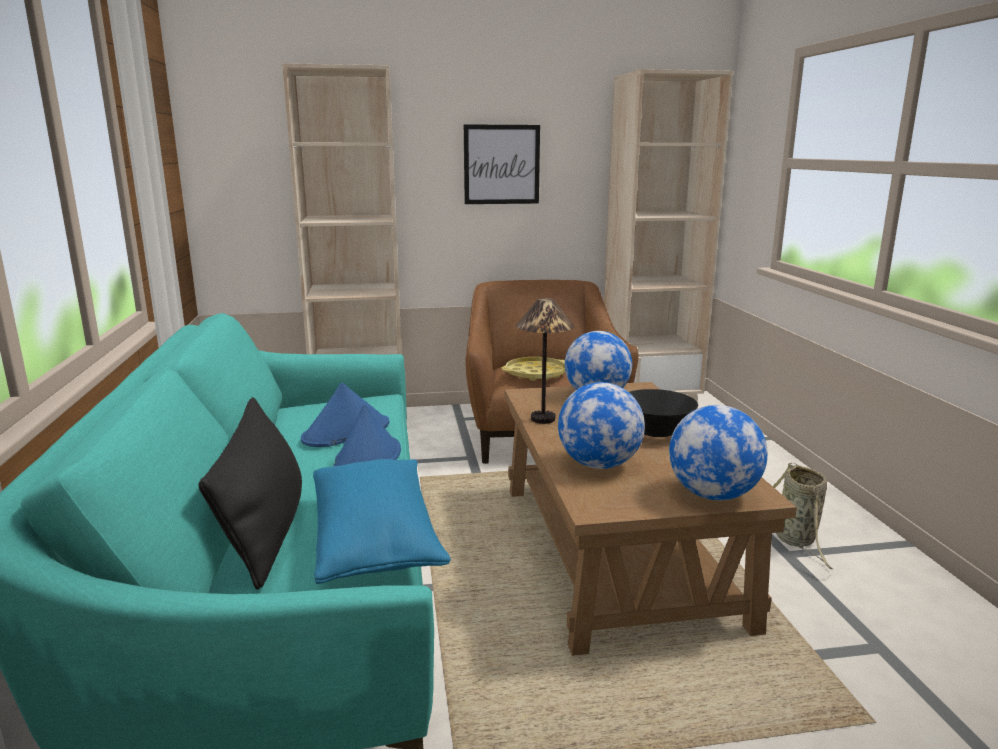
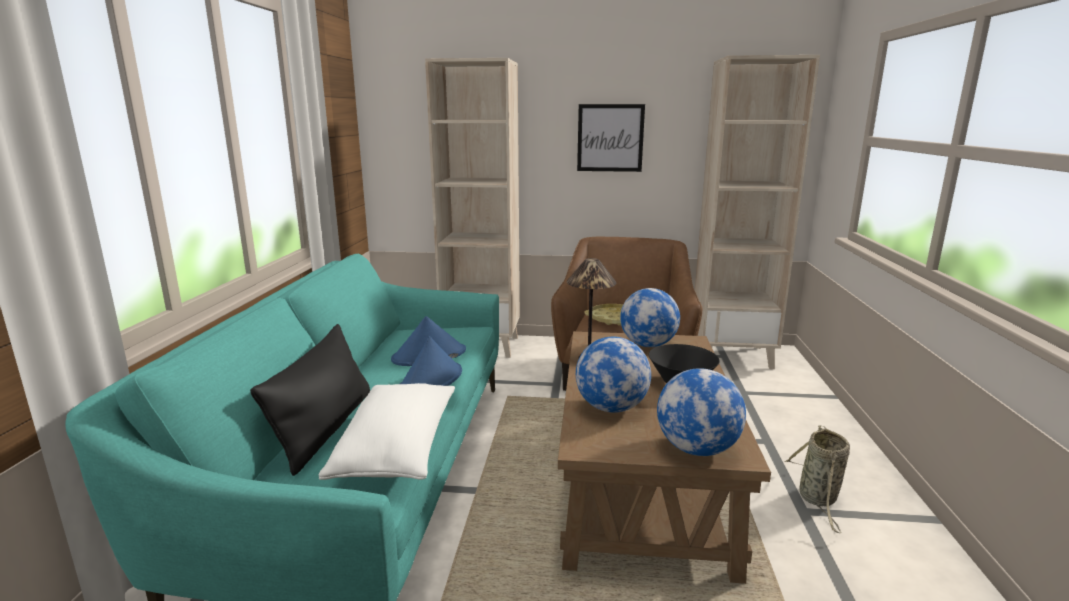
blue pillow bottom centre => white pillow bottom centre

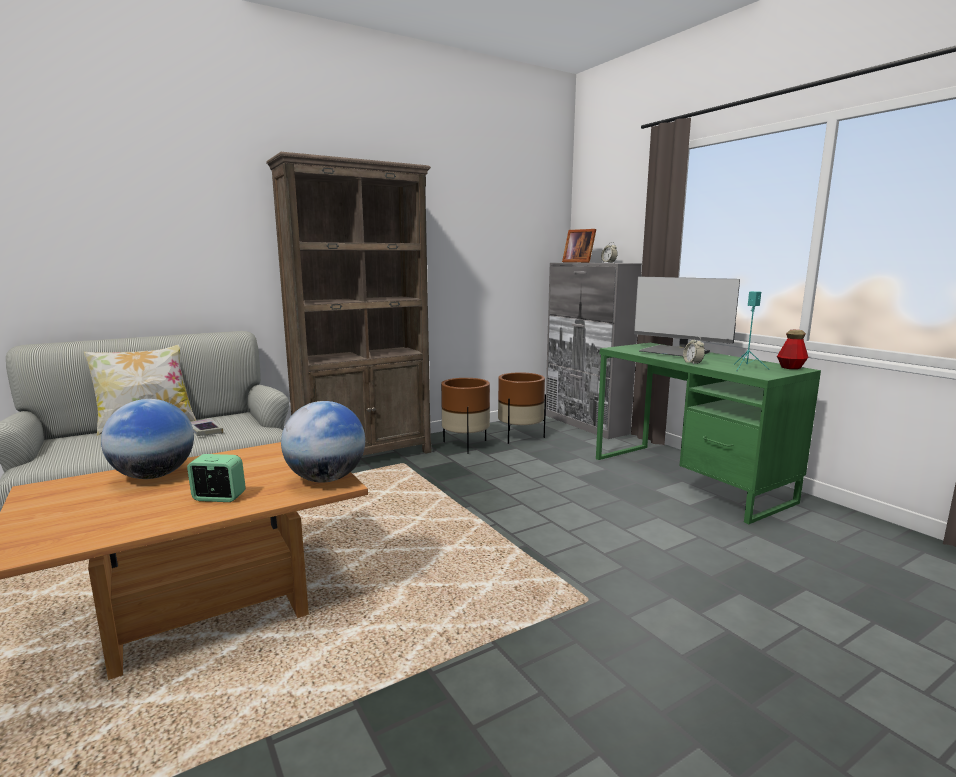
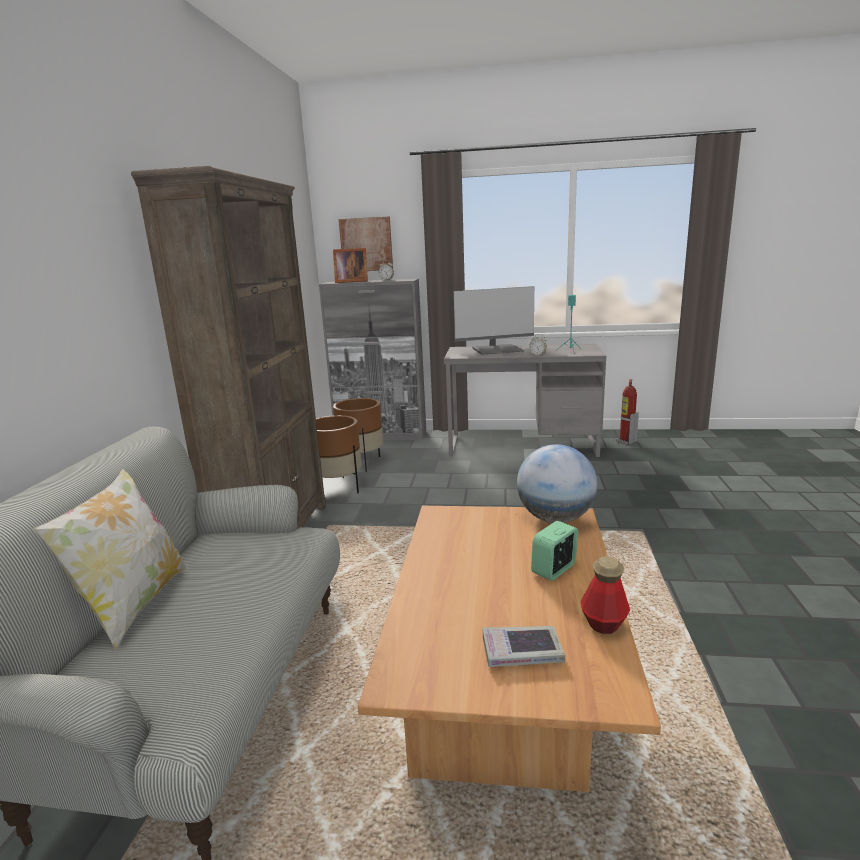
globe (1st from left) middle left => nothing
nothing => picture top centre
nothing => fire extinguisher middle right
book middle left => book bottom centre, moved
bottle middle right => bottle bottom right, moved
green desk middle right => grey desk centre

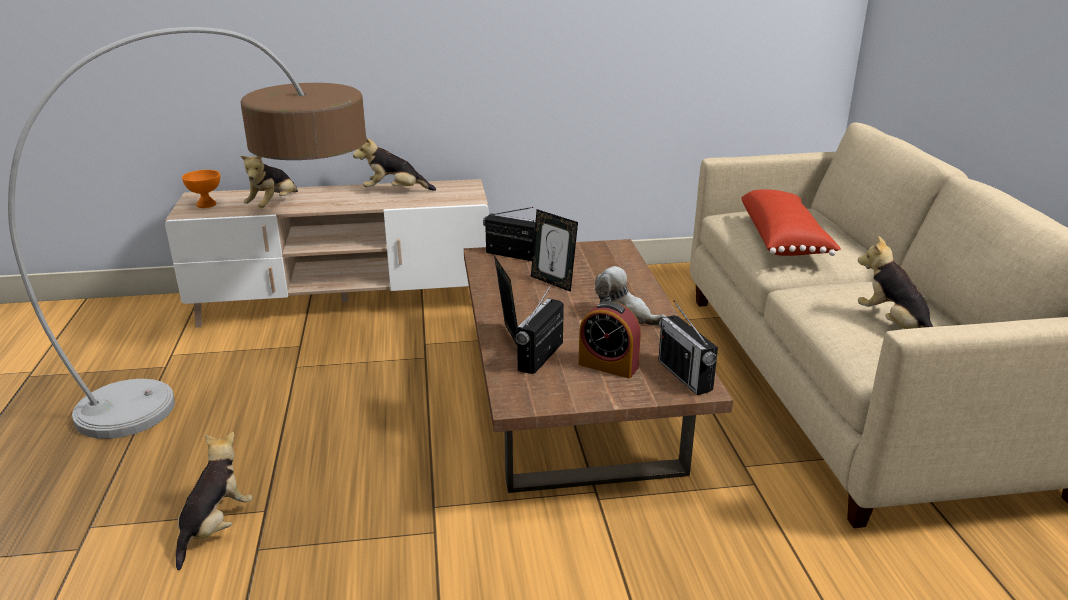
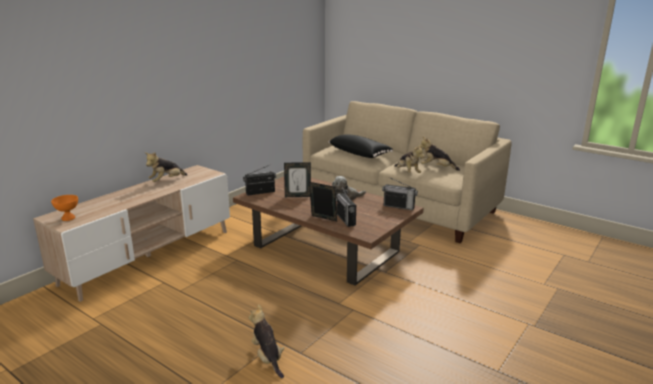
floor lamp middle left => nothing
alarm clock centre => nothing
plush toy (2nd from left in the first image) top left => plush toy (4th from left) centre, moved
red pillow middle right => black pillow centre

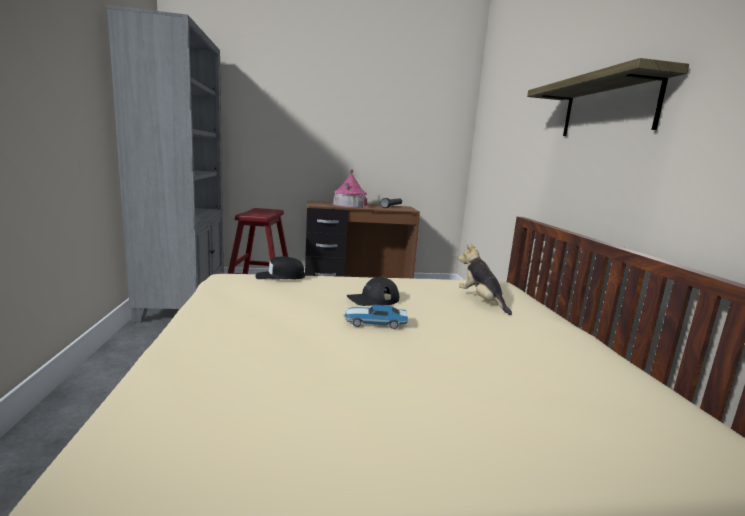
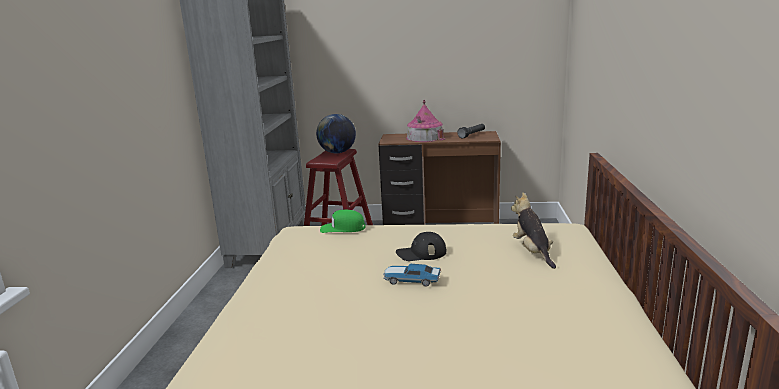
shelf top right => nothing
nothing => globe centre
black cap (1st from left) centre => green cap centre

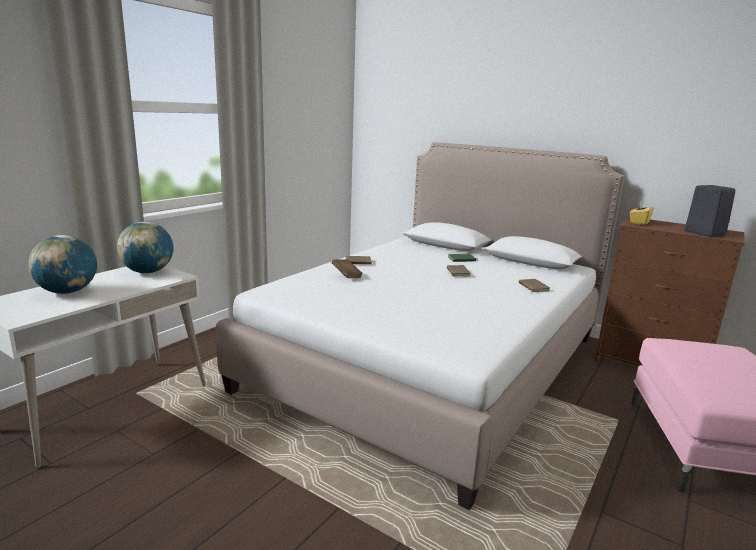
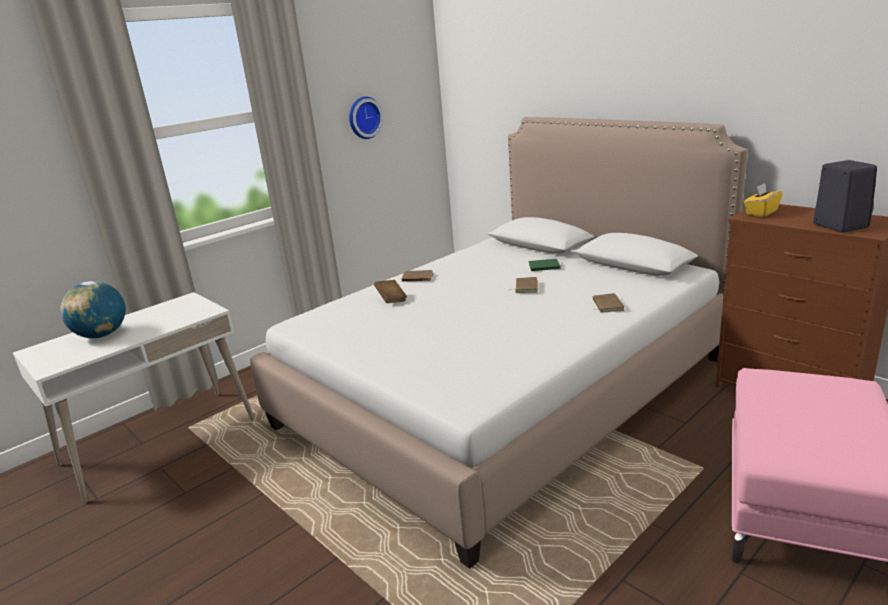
globe (2nd from left) middle left => nothing
nothing => wall clock top centre

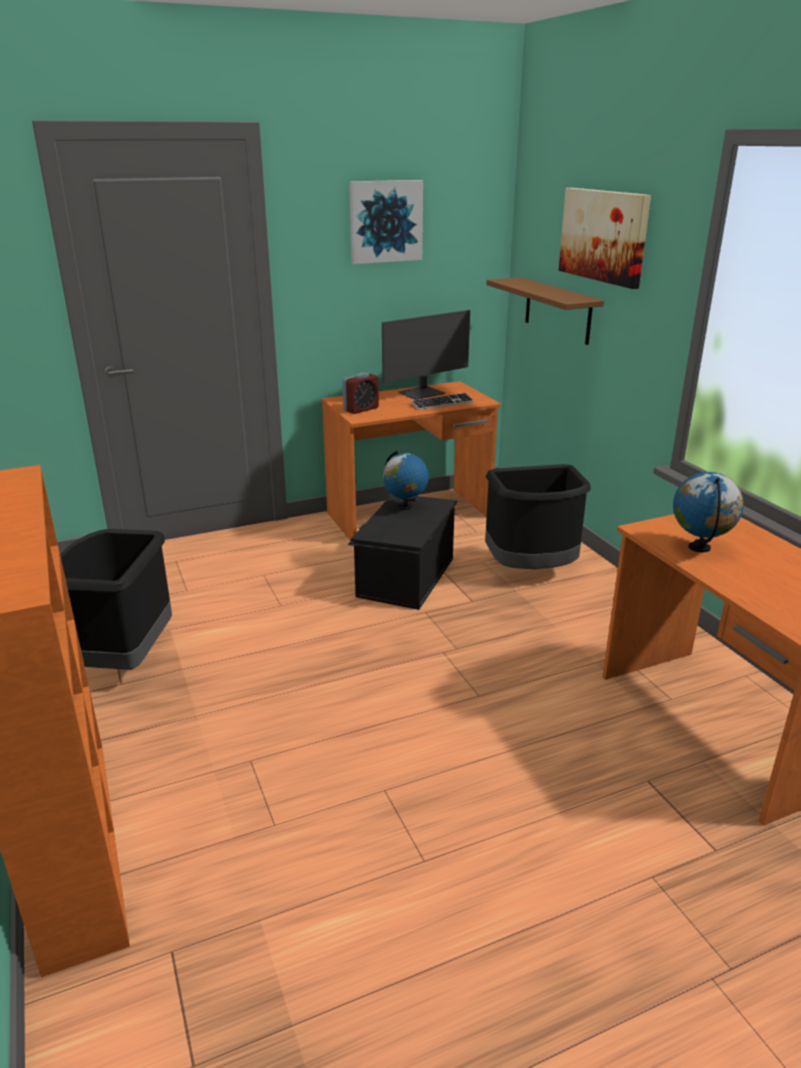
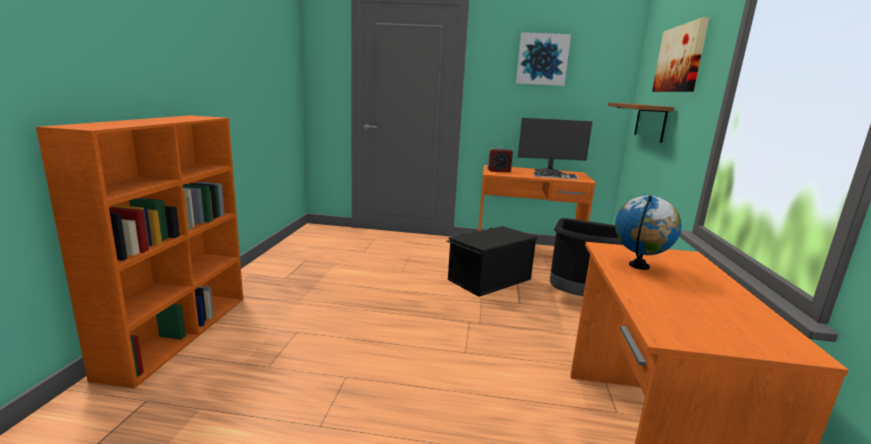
black trash can (1st from left) middle left => nothing
globe (1st from left) centre => nothing

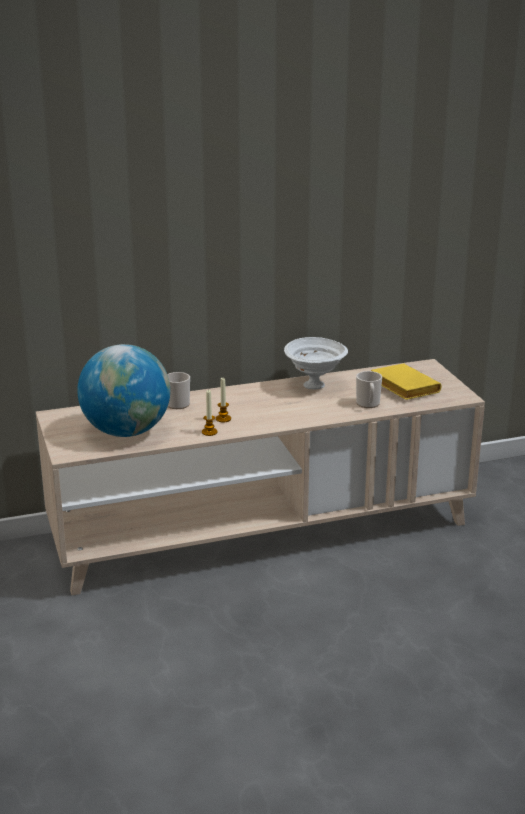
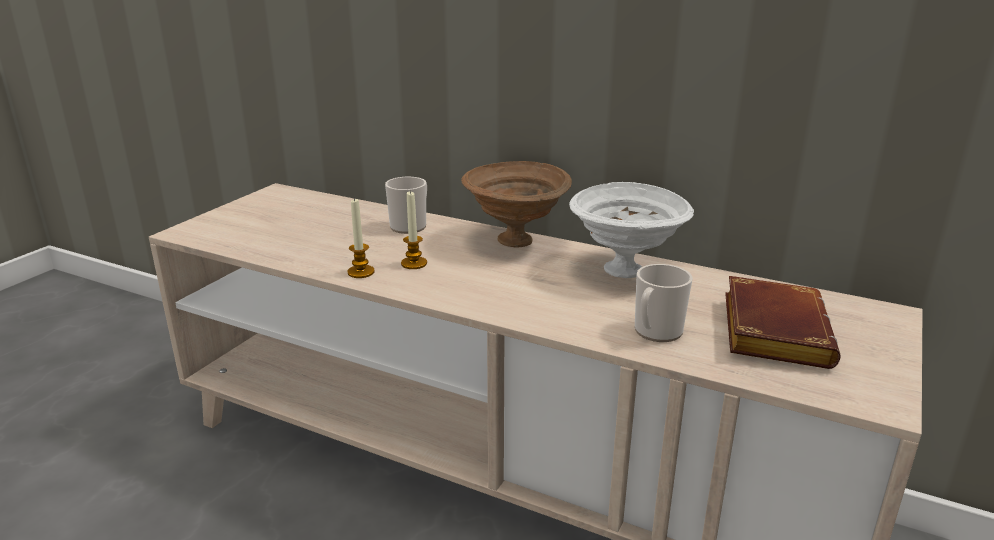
globe middle left => nothing
nothing => brown bowl centre
yellow book middle right => brown book middle right

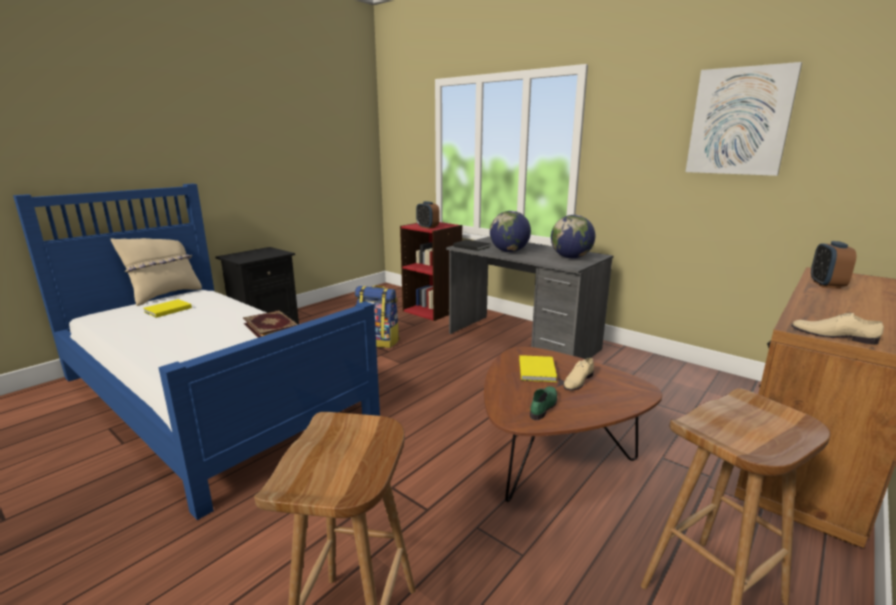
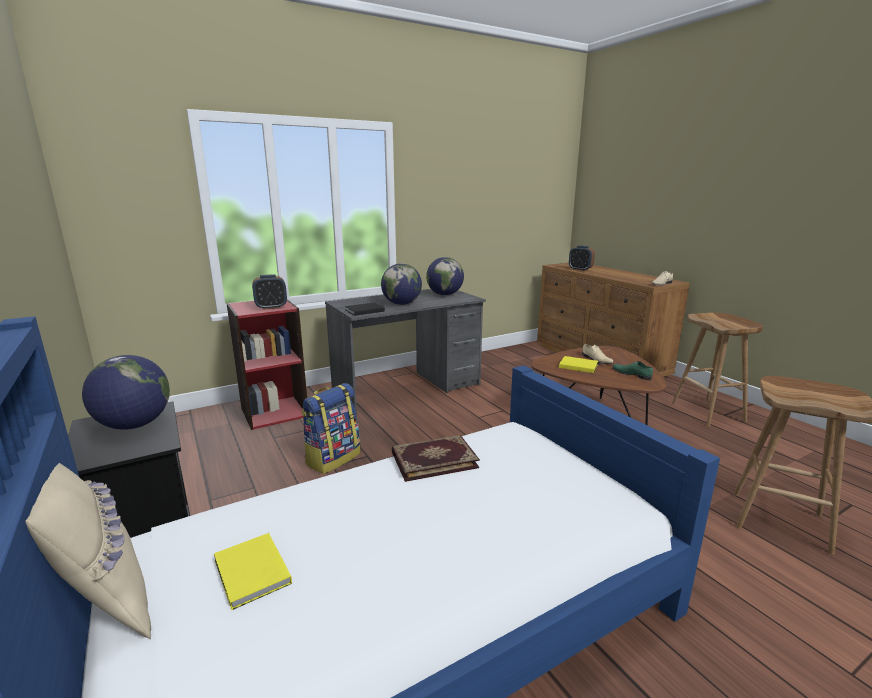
picture top right => nothing
nothing => globe (1st from left) middle left

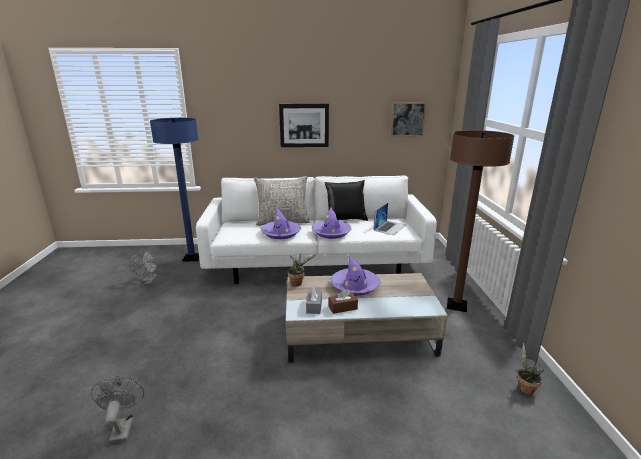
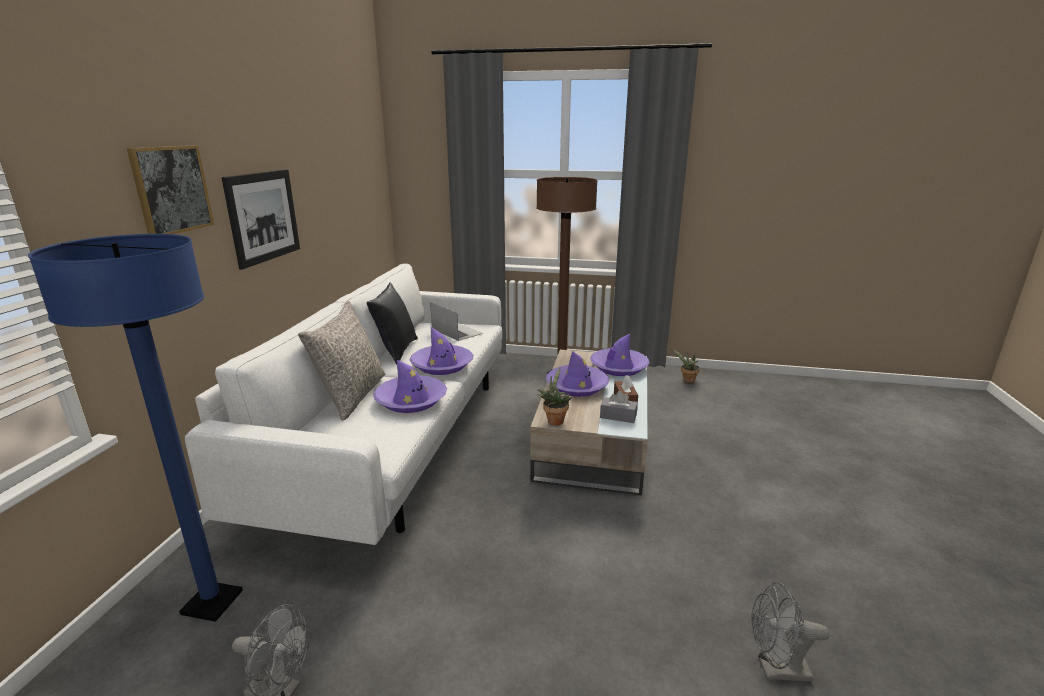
nothing => purple hat (4th from left) centre
picture (2nd from left in the first image) top centre => picture (1st from left) top left, moved

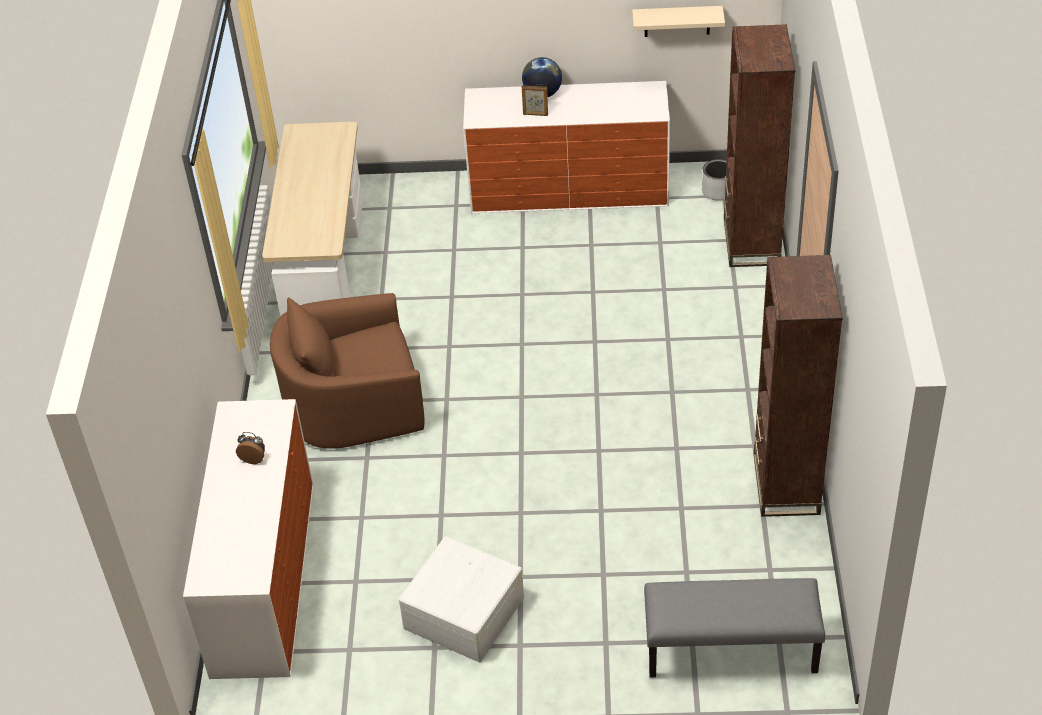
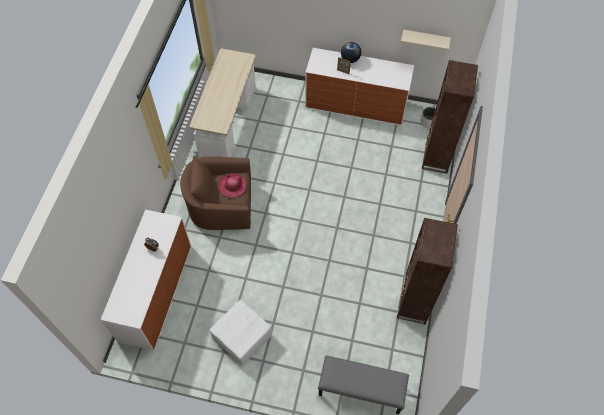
nothing => hat centre

